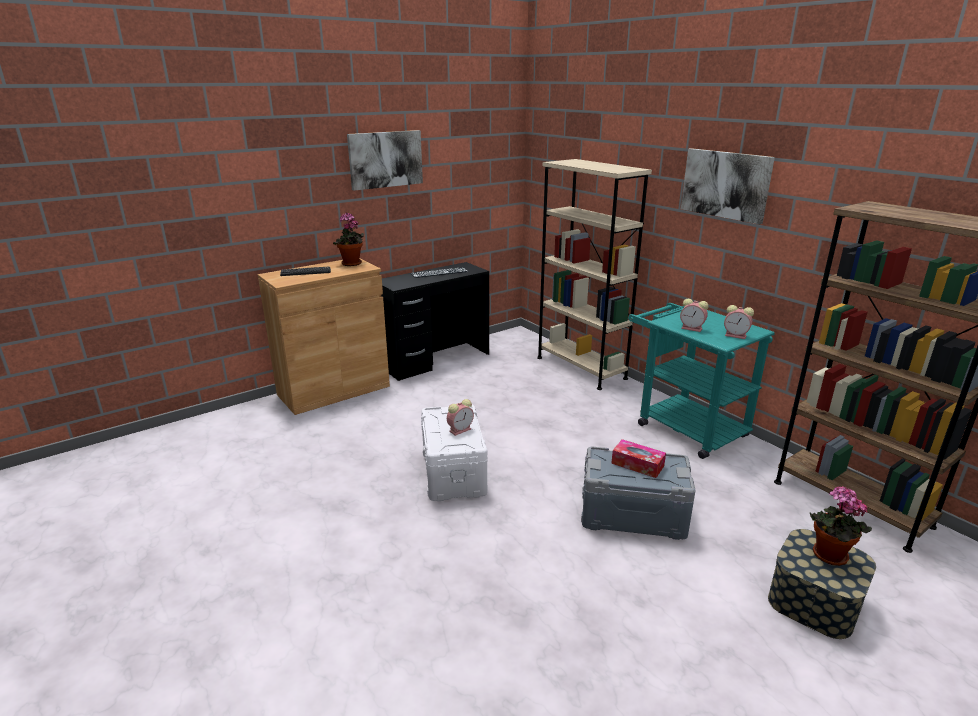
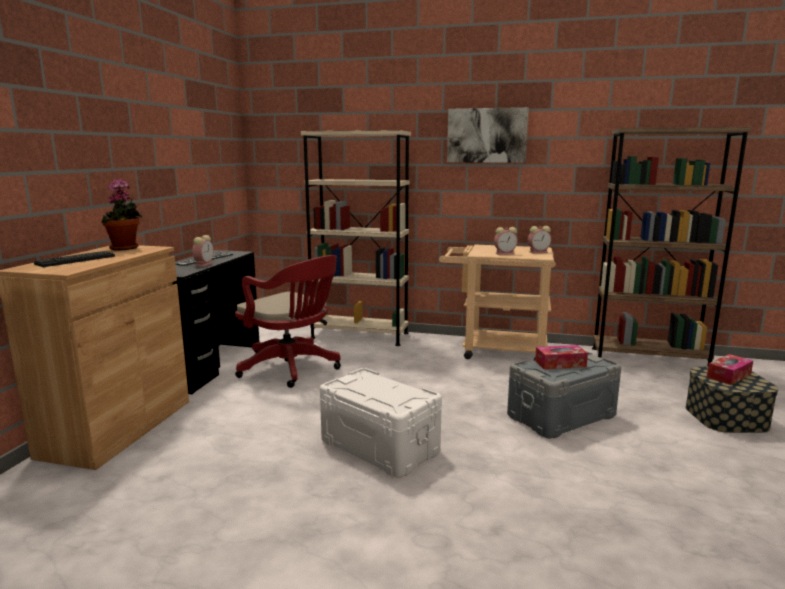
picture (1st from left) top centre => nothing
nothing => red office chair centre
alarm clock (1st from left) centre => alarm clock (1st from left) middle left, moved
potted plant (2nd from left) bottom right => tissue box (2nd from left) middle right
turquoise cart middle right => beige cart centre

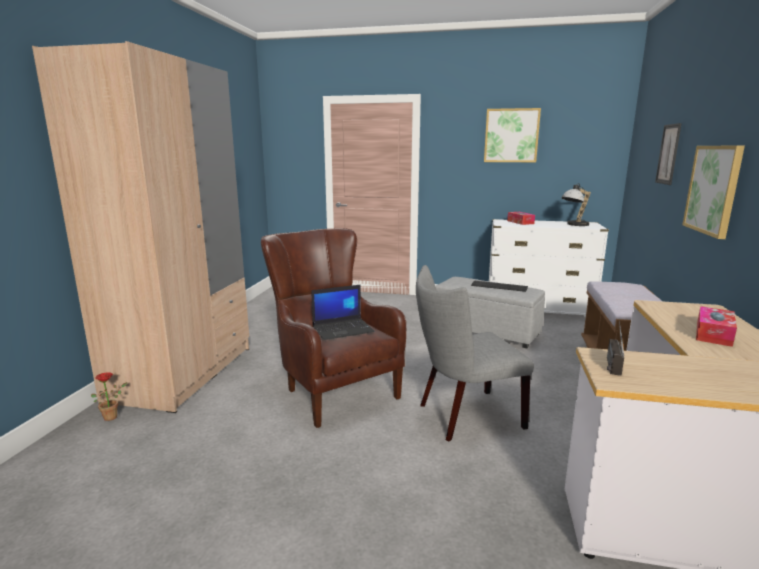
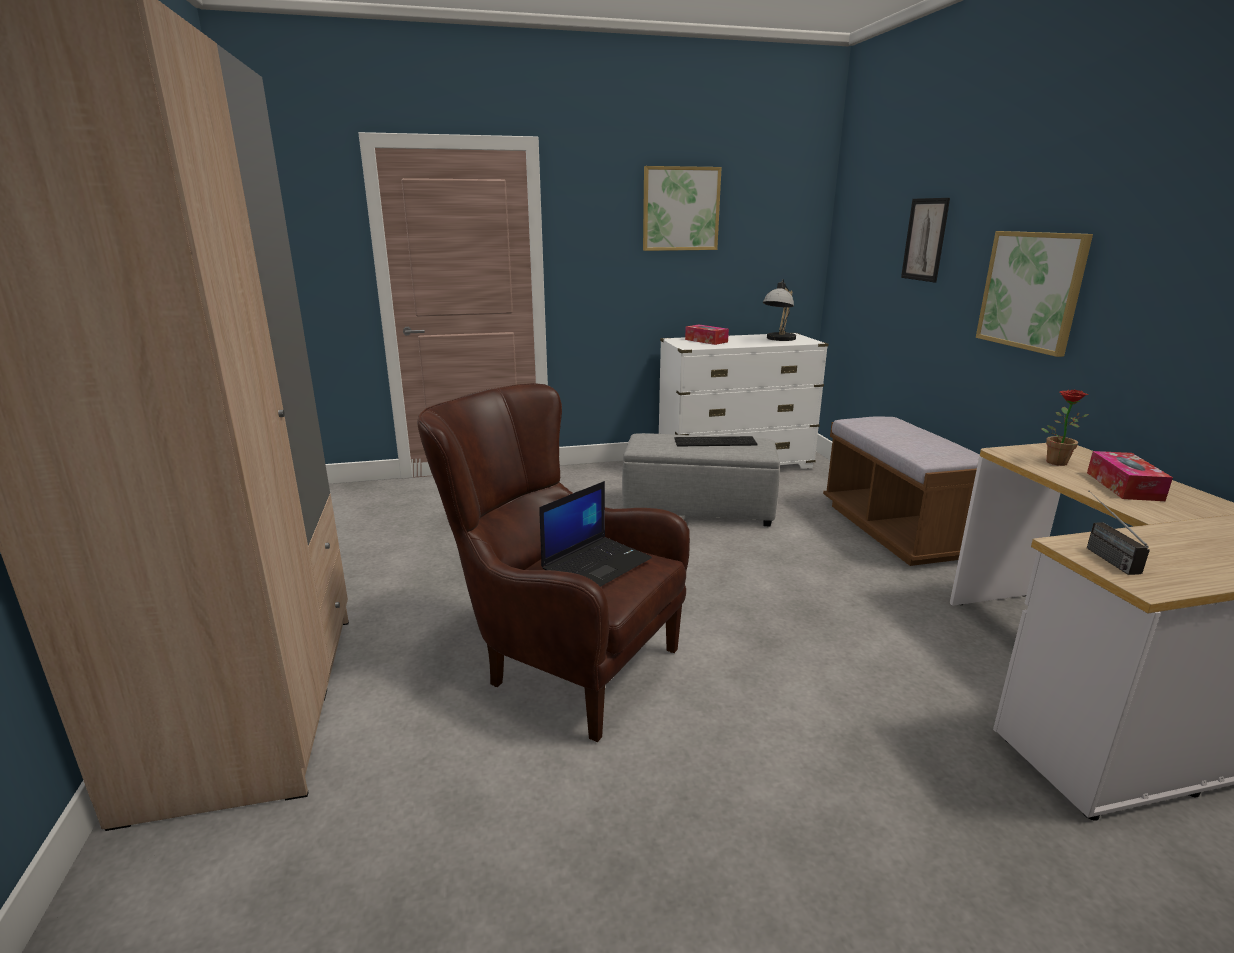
grey chair centre => nothing
potted plant bottom left => potted plant middle right, moved

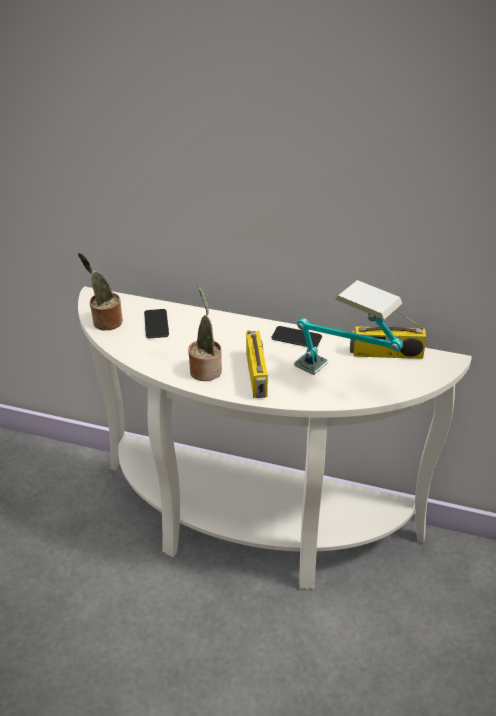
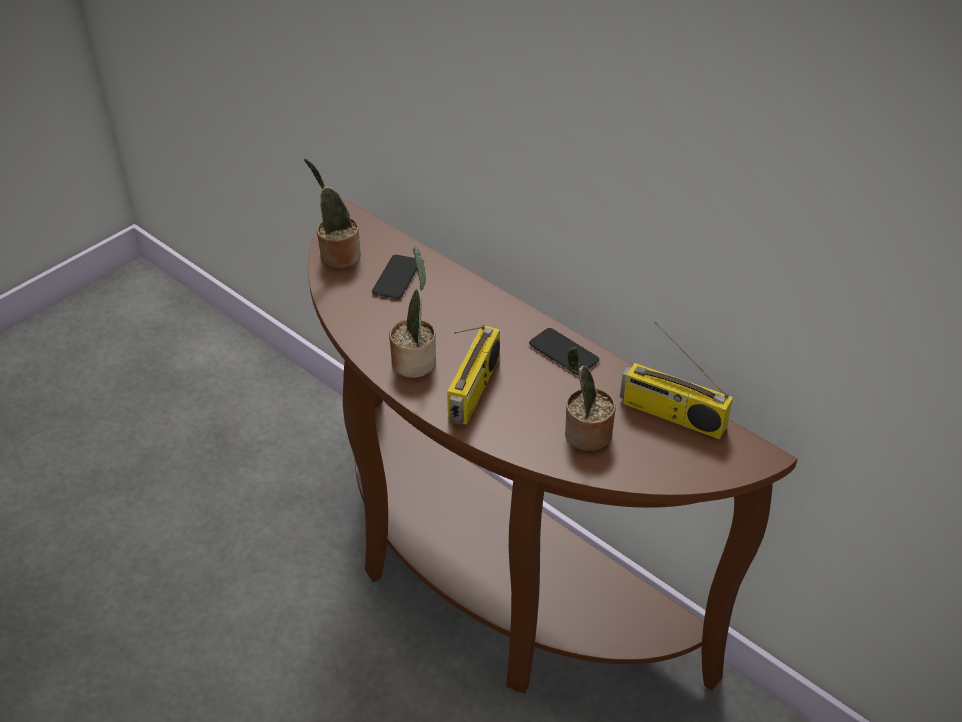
table lamp middle right => potted plant (3rd from left) centre
white console table centre => brown console table centre

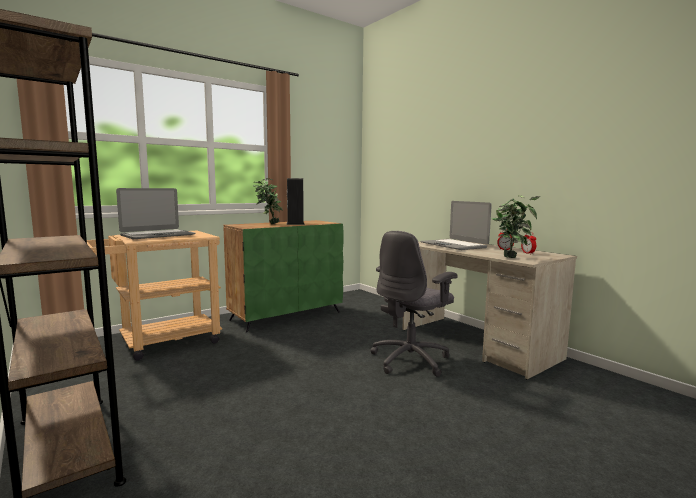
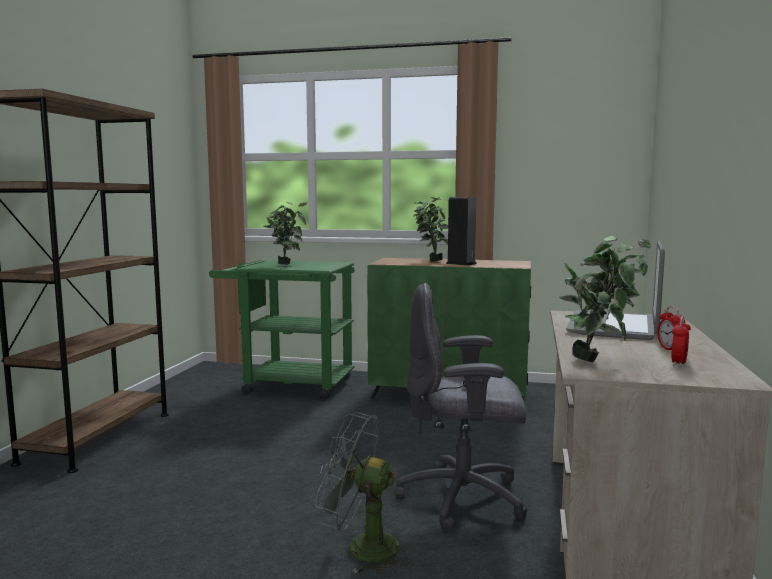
nothing => grey fan bottom centre
laptop (1st from left) middle left => potted plant (1st from left) centre
beige cart middle left => green cart centre

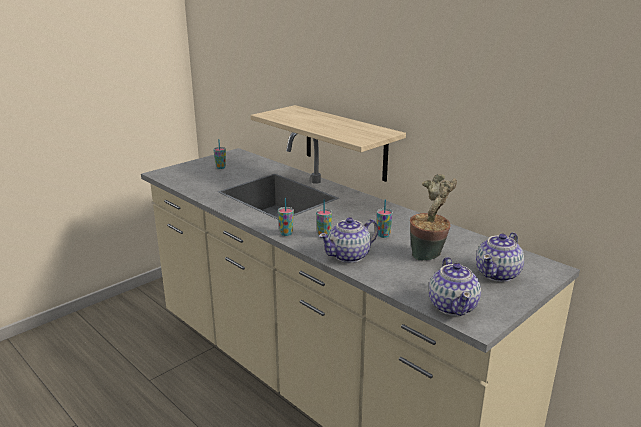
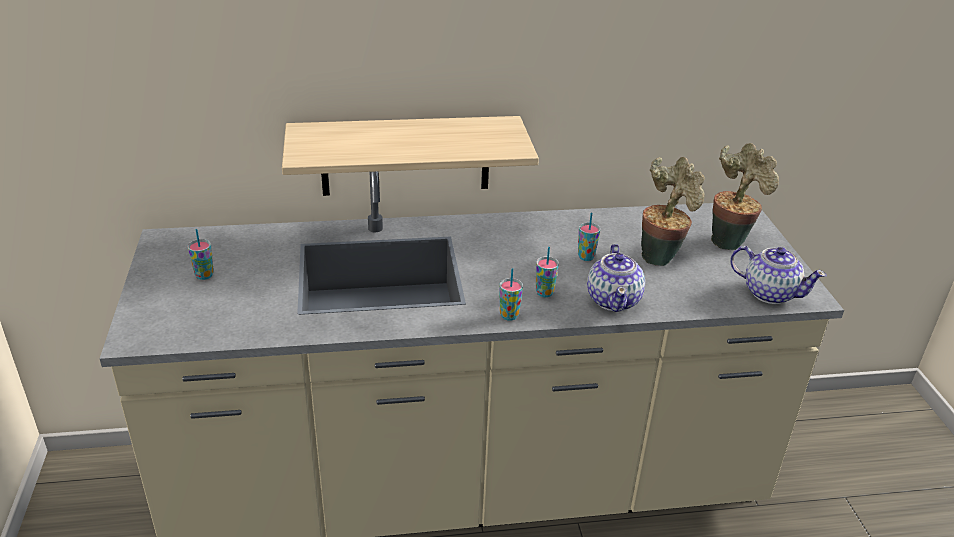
teapot (3rd from left) middle right => potted plant (2nd from left) middle right

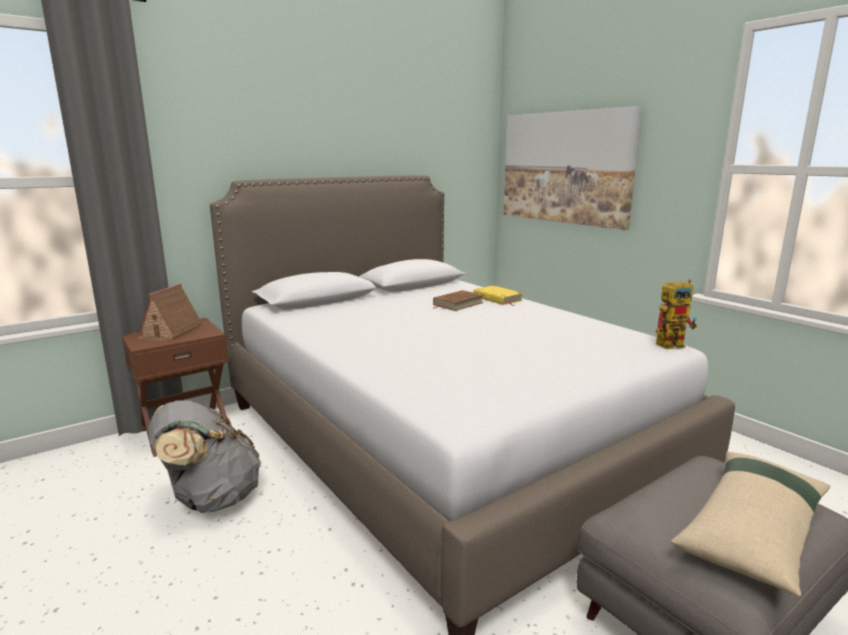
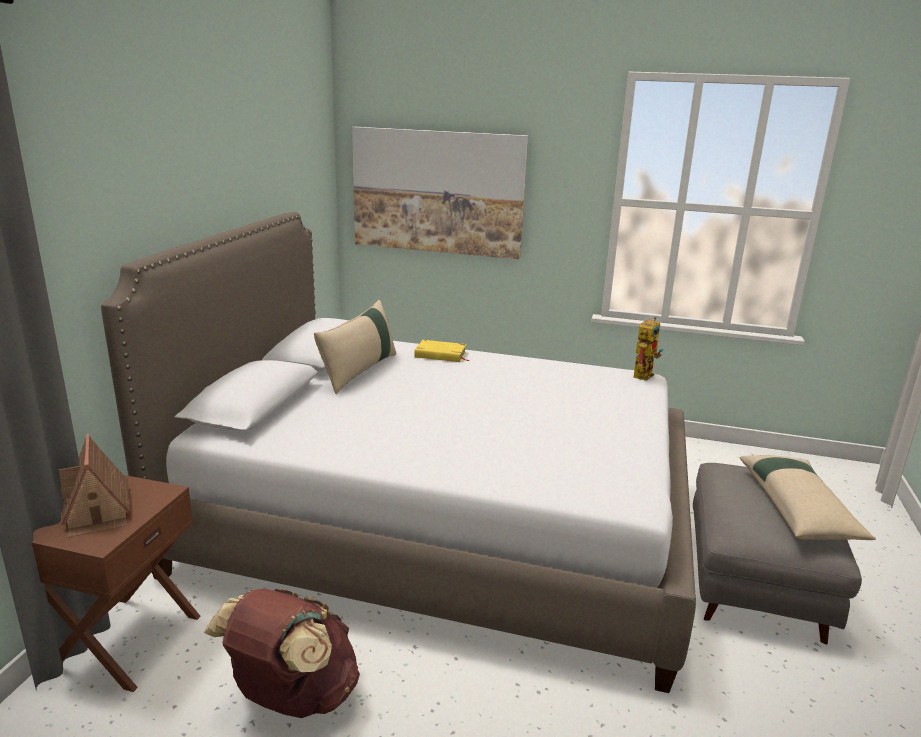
brown book centre => nothing
nothing => beige pillow (1st from left) centre
grey backpack bottom left => brown backpack bottom left

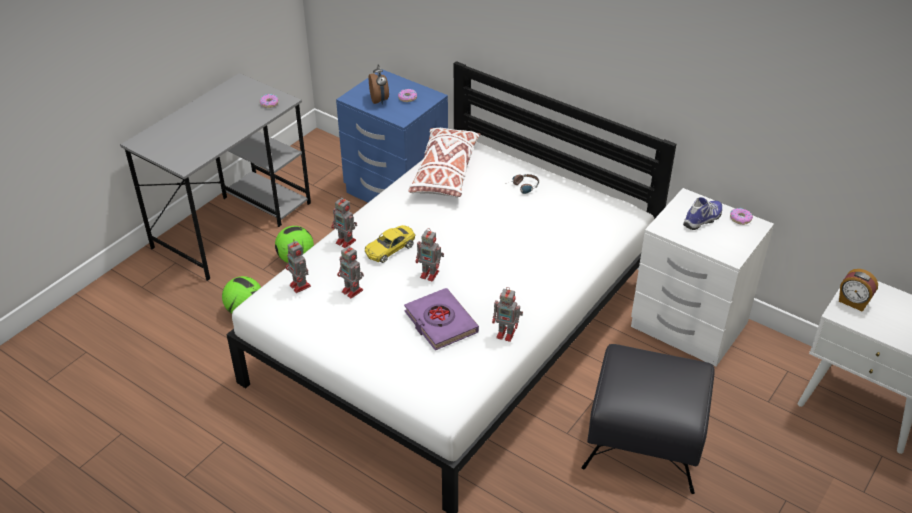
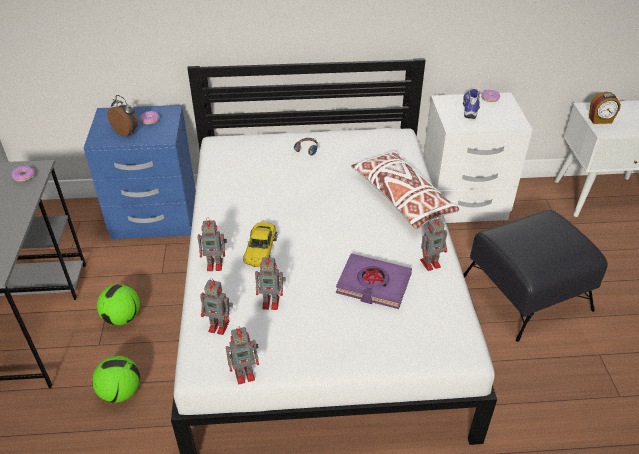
white pillow top centre => white pillow centre, moved
toy robot (4th from left in the first image) centre => toy robot (3rd from left) bottom centre, moved

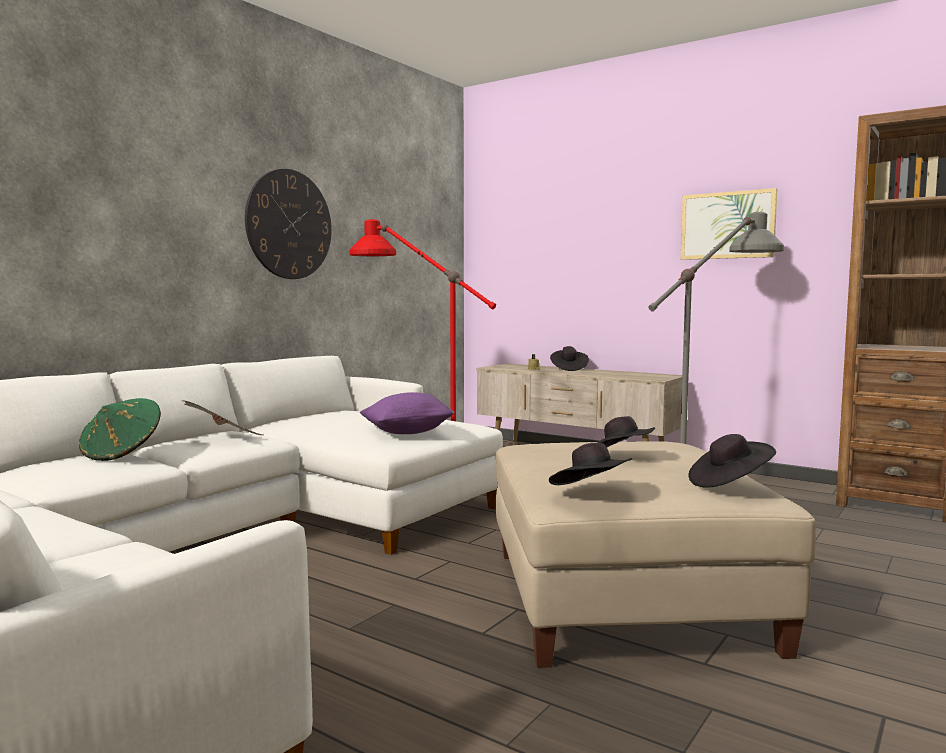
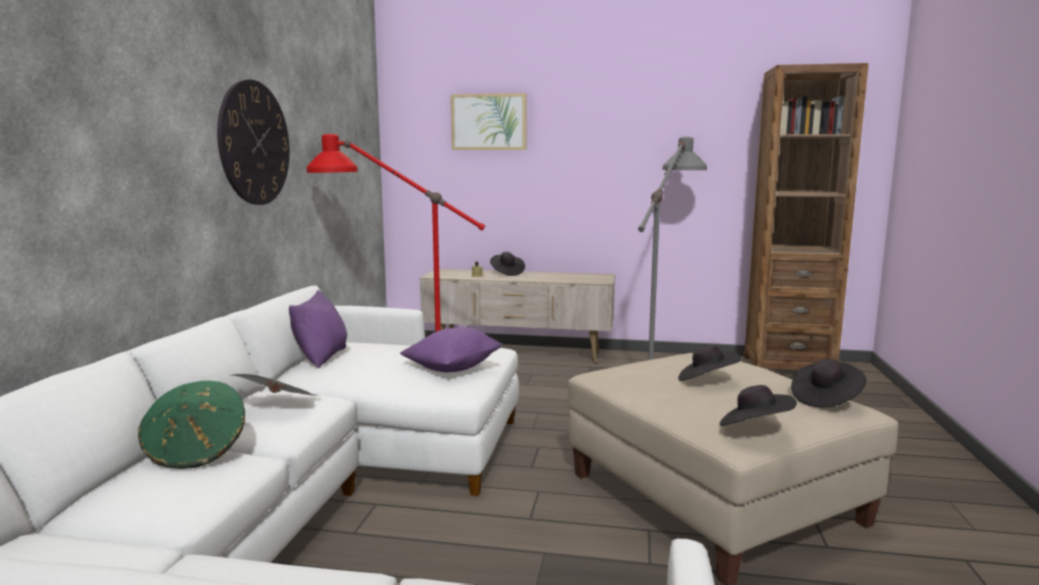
nothing => purple pillow (1st from left) middle left
picture top right => picture top centre, moved

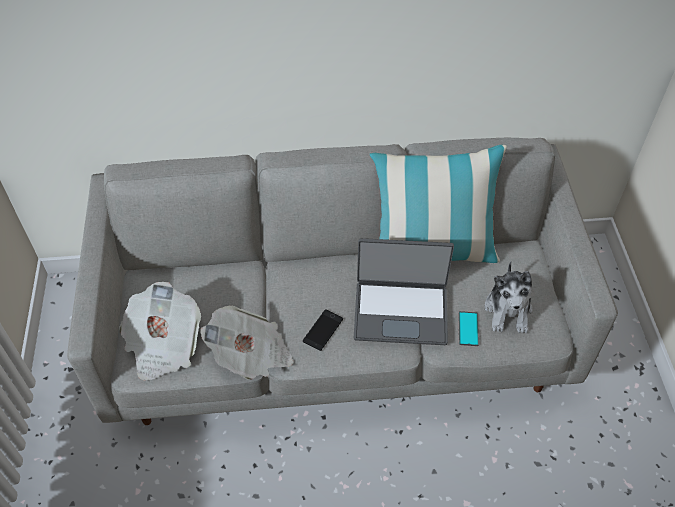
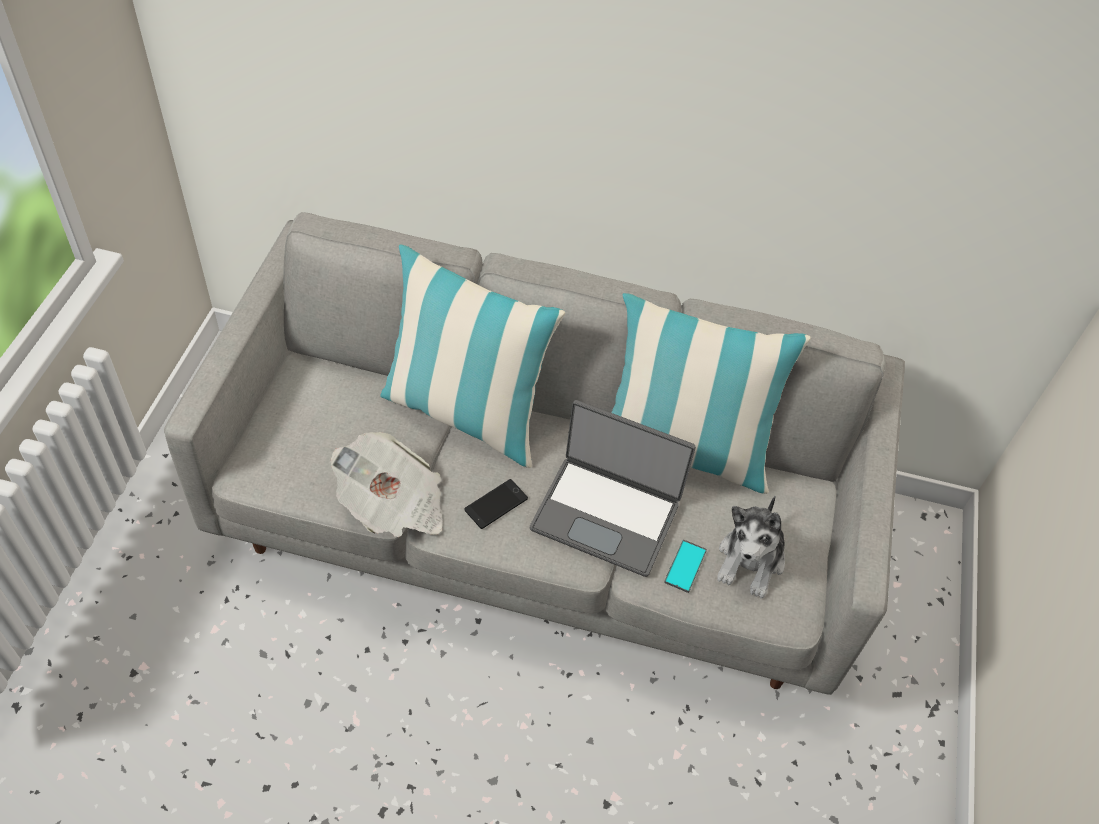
newspaper (1st from left) middle left => nothing
nothing => pillow (1st from left) centre

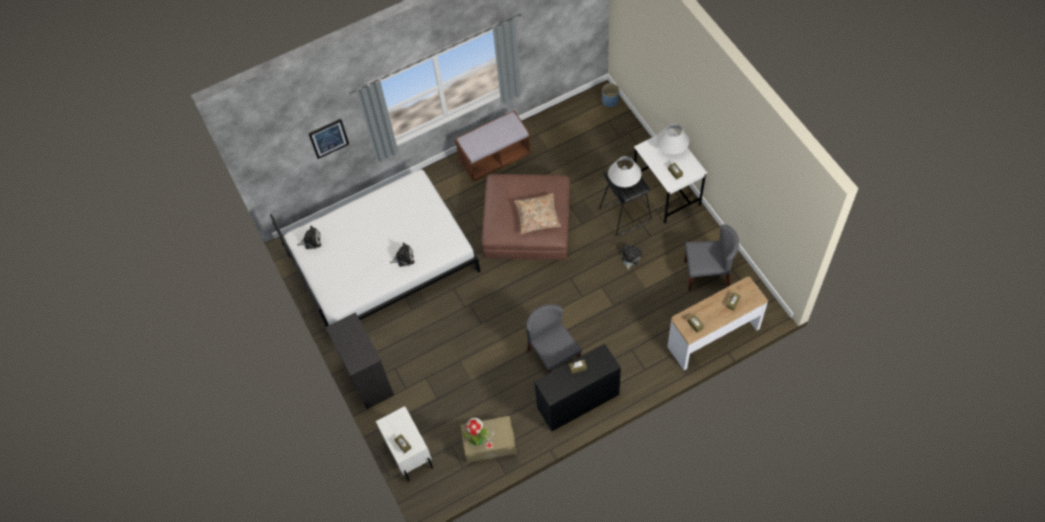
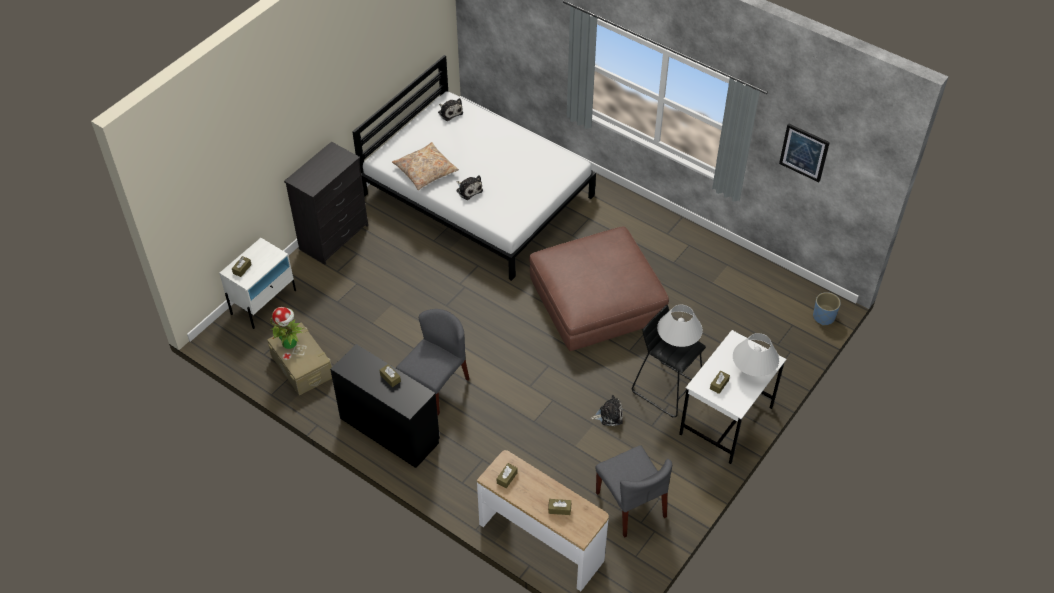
brown bench top centre => nothing
picture top left => picture top right, moved
beige pillow centre => beige pillow top centre, moved

